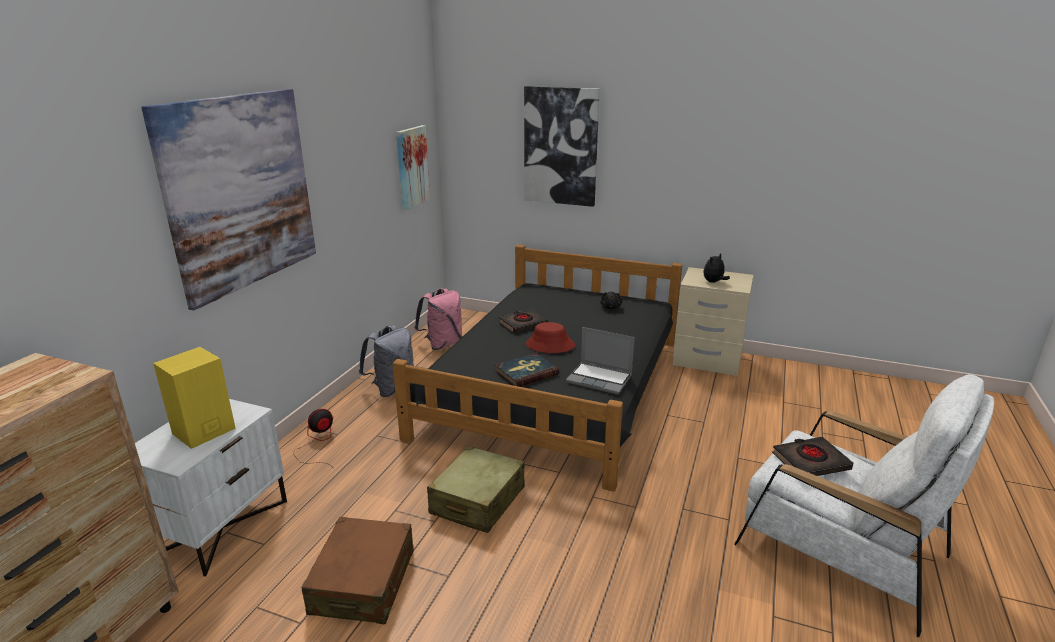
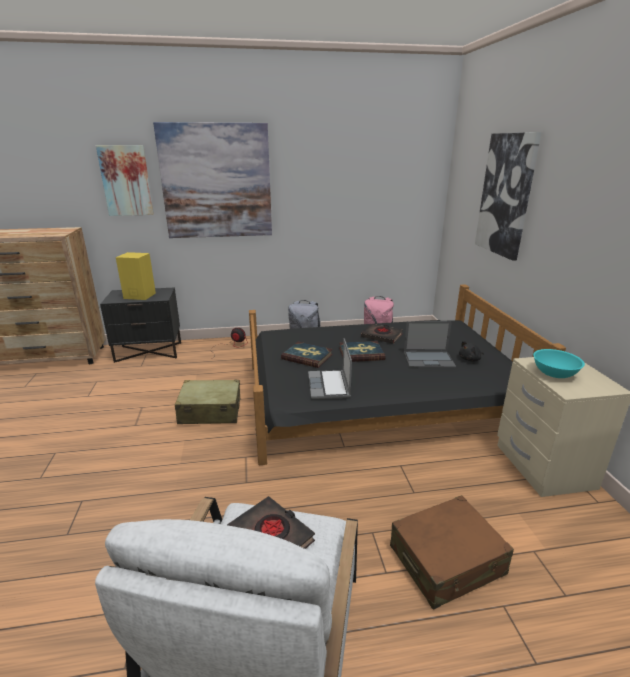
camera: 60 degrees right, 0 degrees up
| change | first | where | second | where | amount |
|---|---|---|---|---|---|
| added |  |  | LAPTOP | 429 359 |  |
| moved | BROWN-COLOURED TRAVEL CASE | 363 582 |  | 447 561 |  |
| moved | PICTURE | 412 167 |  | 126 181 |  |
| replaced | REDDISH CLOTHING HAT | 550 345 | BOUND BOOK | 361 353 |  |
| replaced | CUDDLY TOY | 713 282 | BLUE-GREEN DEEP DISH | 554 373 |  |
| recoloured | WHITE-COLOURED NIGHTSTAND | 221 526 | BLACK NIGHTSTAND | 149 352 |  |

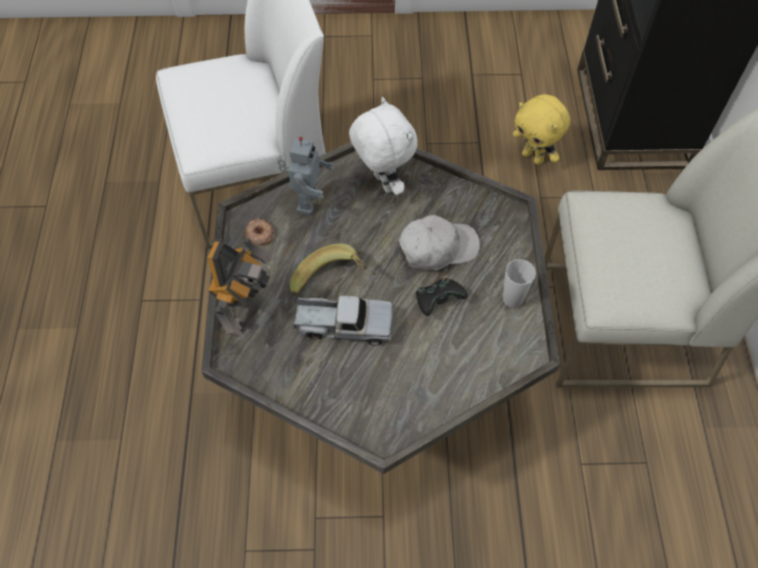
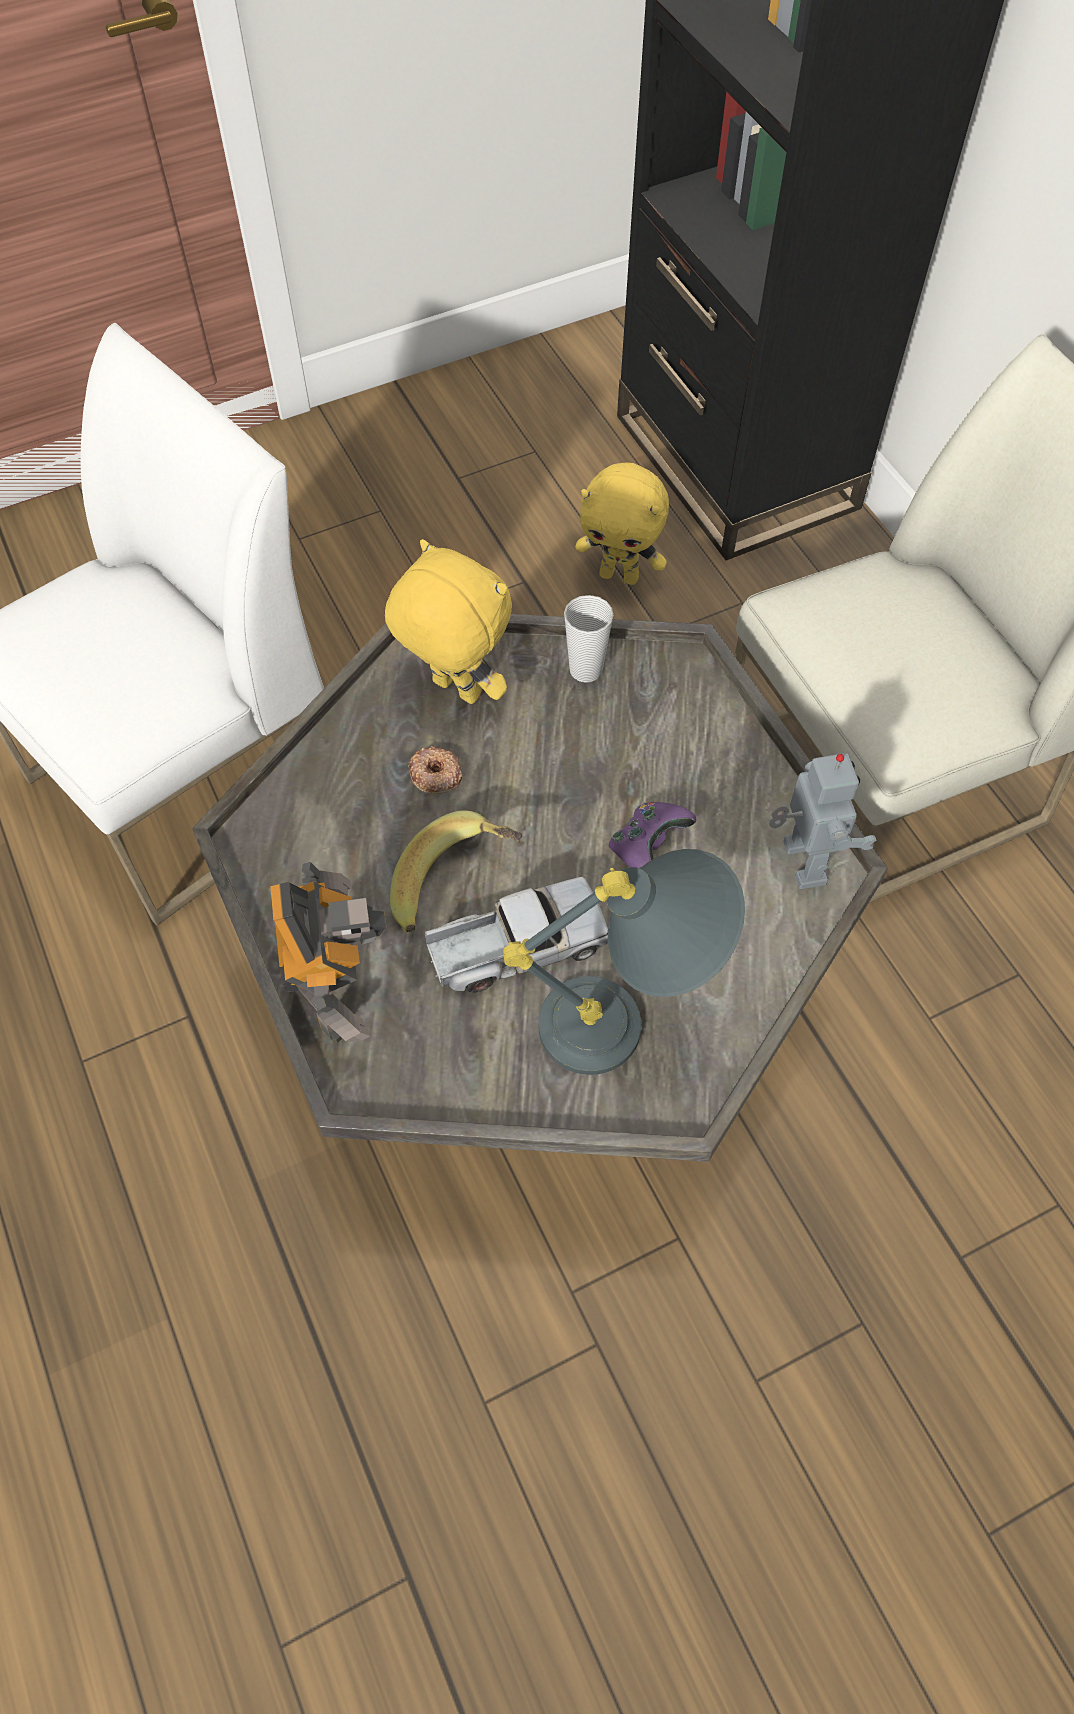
camera: 25 degrees left, 0 degrees up
| change | first | where | second | where | amount |
|---|---|---|---|---|---|
| removed | WHITE-COLOURED PEAKED CAP | 437 248 |  |  |  |
| added |  |  | GRAY TABLETOP LAMP | 628 1023 |  |
| moved | DOUGHNUT | 259 234 |  | 435 774 |  |
| moved | ROBOT FIGURE | 306 202 |  | 800 863 |  |
| moved | DRINKING CUP | 512 299 |  | 585 670 |  |
| recoloured | WHITE-COLOURED CUDDLY TOY | 382 183 | YELLOW-COLOURED CUDDLY TOY | 454 691 |  |
| recoloured | BLACK GAMEPAD | 438 301 | PURPLE-COLOURED GAMEPAD | 647 846 |  |

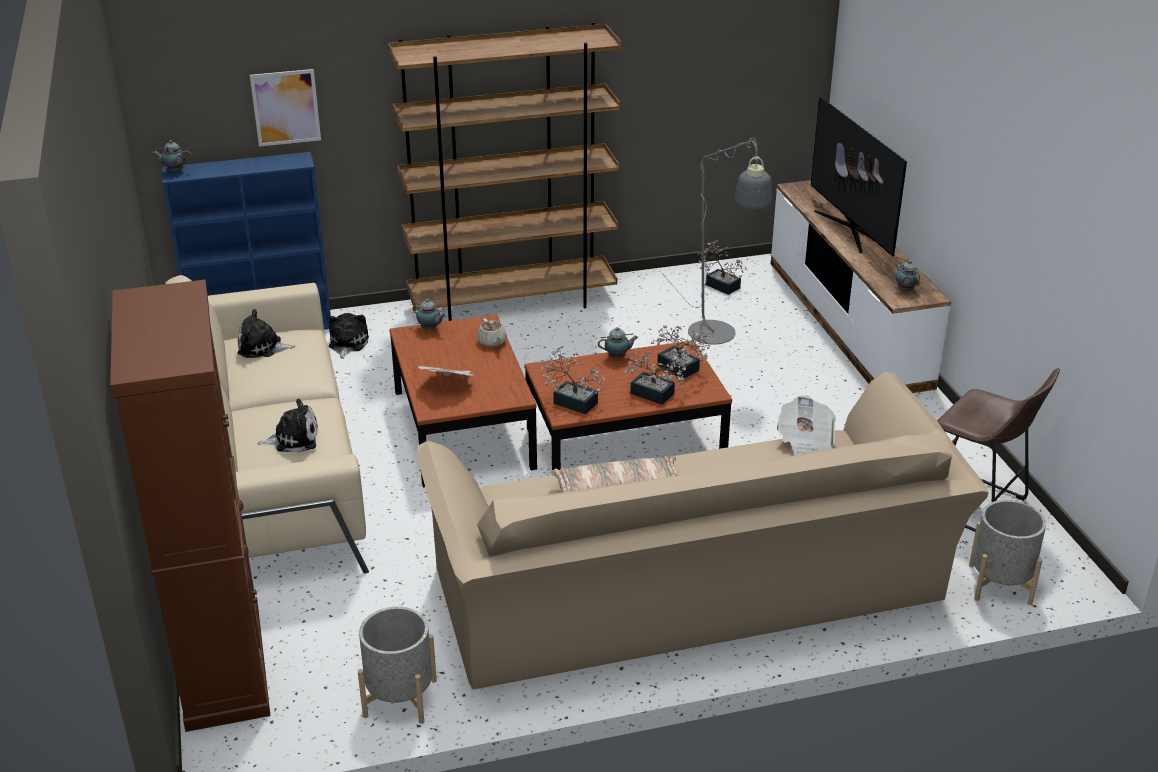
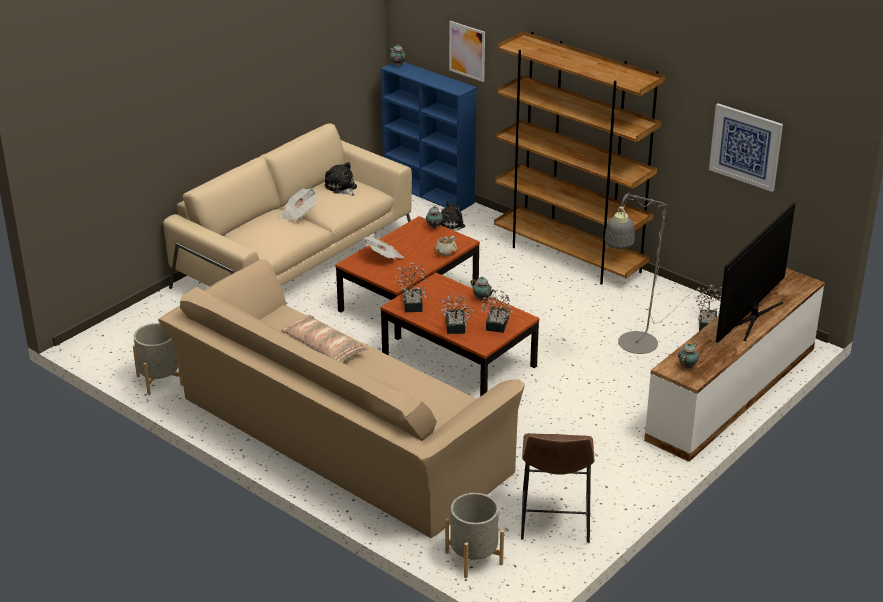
camera: 55 degrees right, 0 degrees up
| change | first | where | second | where | amount |
|---|---|---|---|---|---|
| removed | BROWN-COLOURED STORAGE CABINET | 223 665 |  |  |  |
| removed | CUDDLY TOY | 293 439 |  |  |  |
| added |  |  | PICTURE | 745 146 |  |
| moved | DAILY PAPER | 805 442 |  | 298 214 |  |

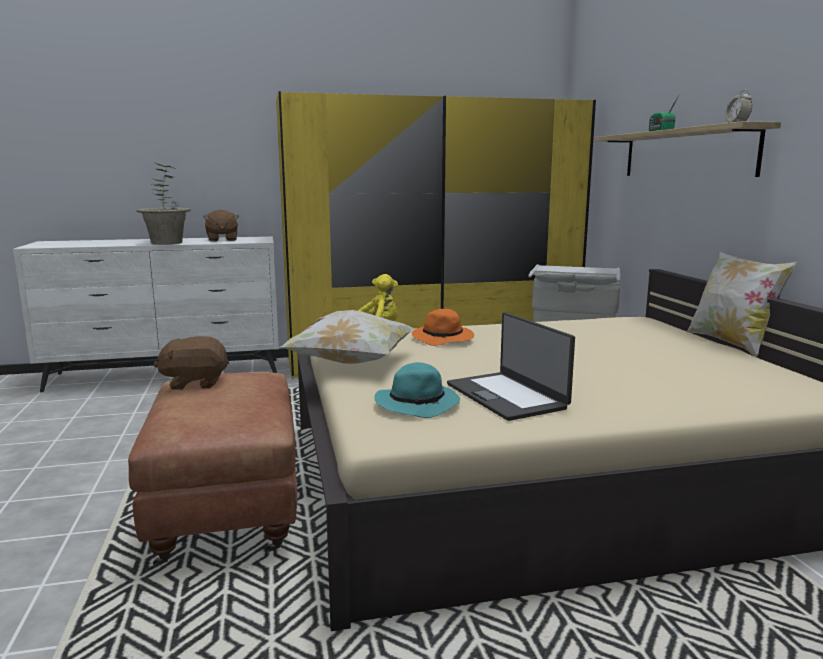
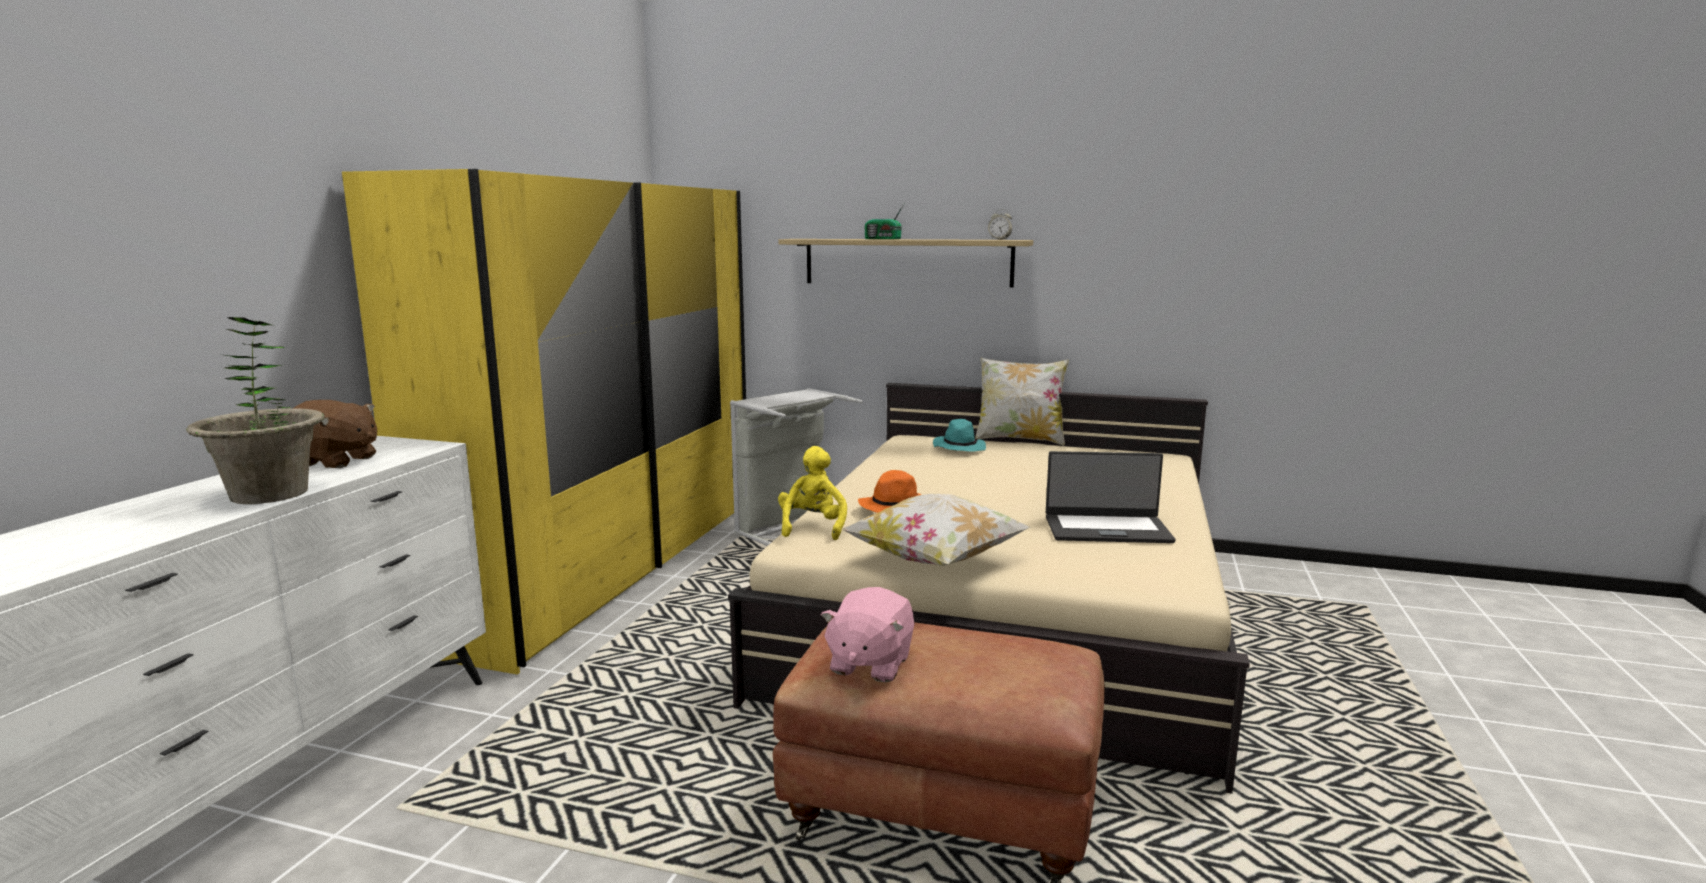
camera: 60 degrees left, 0 degrees up
| change | first | where | second | where | amount |
|---|---|---|---|---|---|
| moved | BLUE-GREEN CLOTHING HAT | 418 404 |  | 959 448 |  |
| recoloured | BROWN-COLOURED CUDDLY TOY | 195 383 | PINK CUDDLY TOY | 869 664 |  |

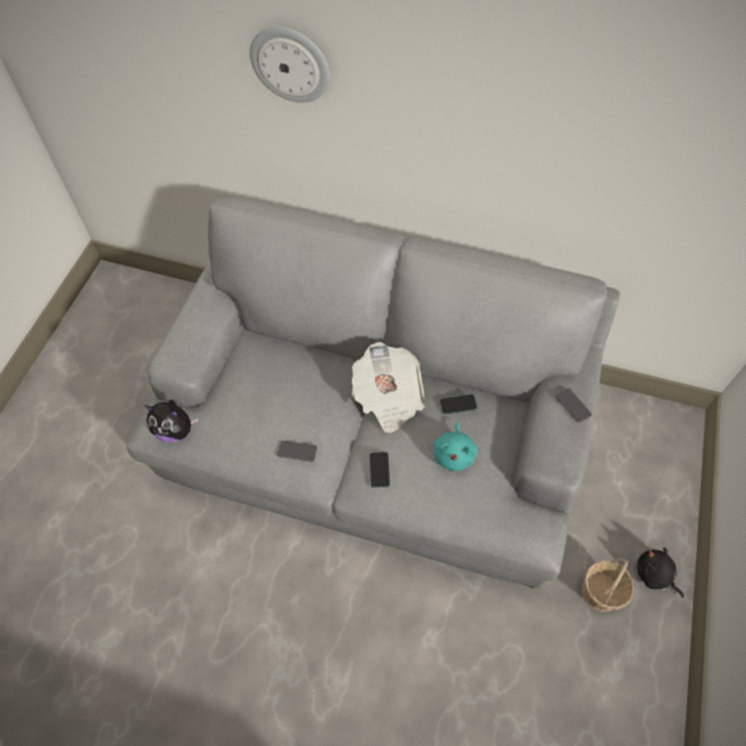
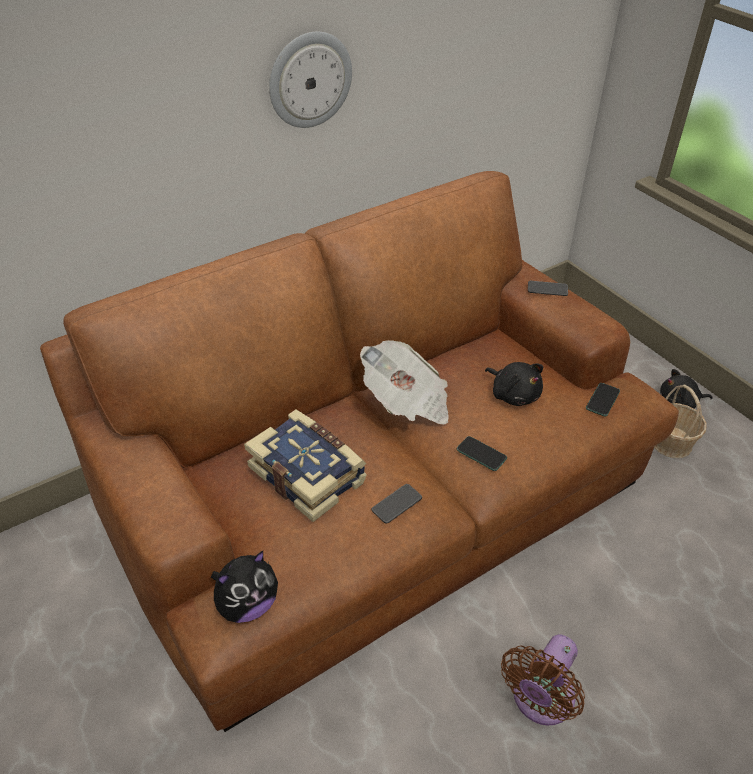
camera: 50 degrees left, 15 degrees down
| change | first | where | second | where | amount |
|---|---|---|---|---|---|
| added |  |  | BOUND BOOK | 309 474 |  |
| added |  |  | BROWN-COLOURED COOLING FAN | 540 700 |  |
| moved | HANGING CLOCK | 290 64 |  | 309 80 |  |
| moved | PHONE | 458 405 |  | 602 400 |  |
| recoloured | GRAY SOFA | 373 433 | BROWN-COLOURED SOFA | 375 493 |  |
| recoloured | BLUE-GREEN CUDDLY TOY | 454 454 | BLACK CUDDLY TOY | 513 394 |  |

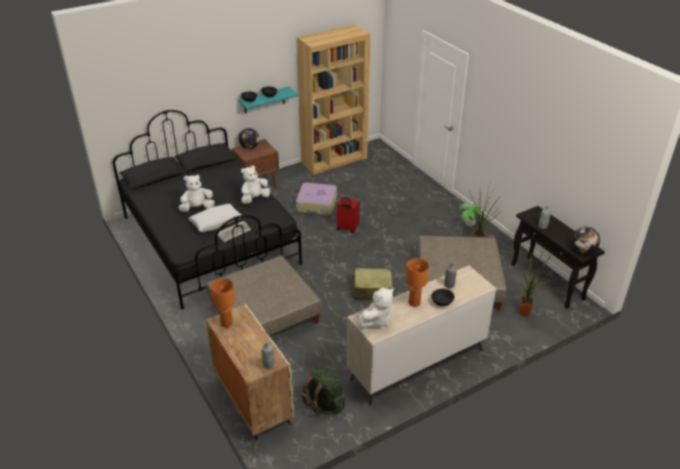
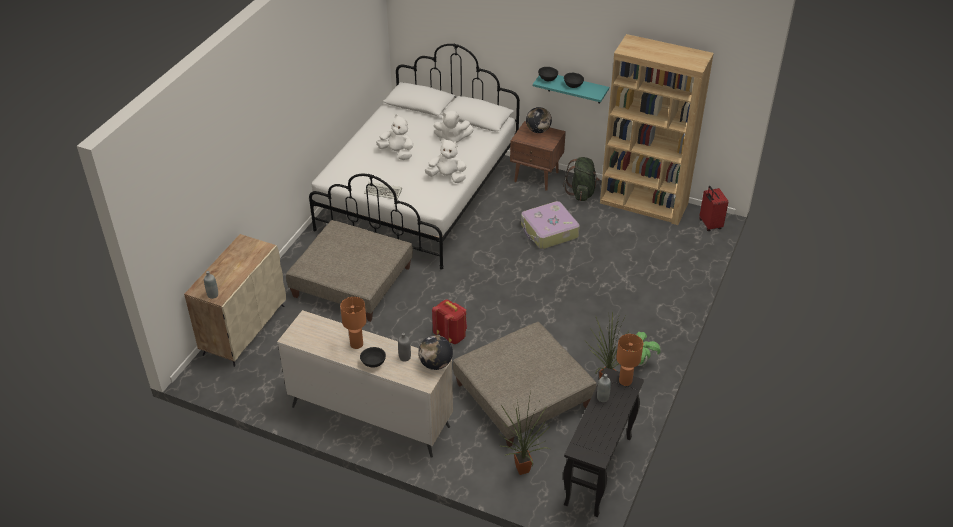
camera: 55 degrees right, 5 degrees up
| change | first | where | second | where | amount |
|---|---|---|---|---|---|
| removed | WHITE-COLOURED PILLOW | 216 222 |  |  |  |
| moved | ORANGE-COLOURED TABLETOP LAMP | 226 323 |  | 625 381 |  |
| moved | GREENISH RUCKSACK | 324 402 |  | 581 192 |  |
| moved | REDDISH TRAVEL CASE | 347 228 |  | 709 224 |  |
| moved | WHITE-COLOURED CUDDLY TOY | 376 320 |  | 452 139 |  |
| moved | DESK GLOBE | 582 250 |  | 435 364 |  |
| replaced | BEIGE-COLOURED TRAVEL CASE | 372 289 | REDDISH RUCKSACK | 451 336 |  |
| recoloured | BLACK BED | 210 240 | WHITE-COLOURED BED | 419 195 |  |

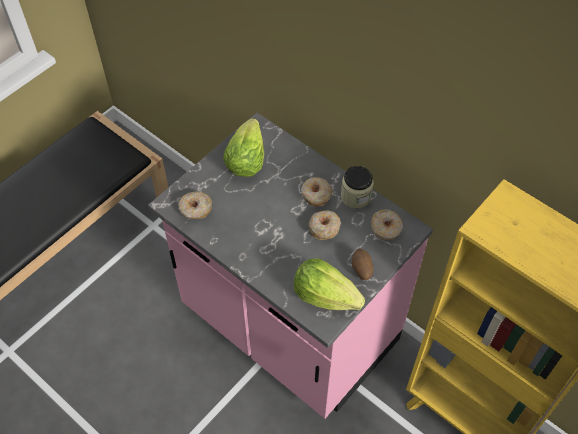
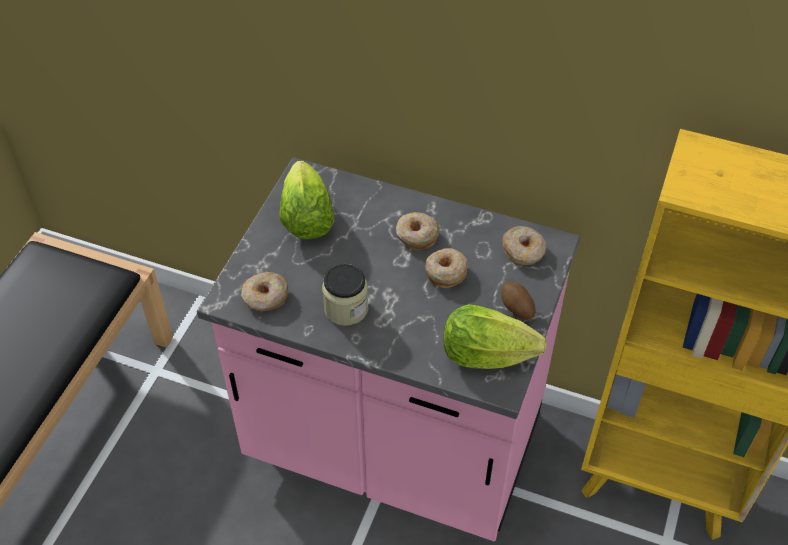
camera: 20 degrees left, 5 degrees down
| change | first | where | second | where | amount |
|---|---|---|---|---|---|
| moved | JAR | 356 196 |  | 346 308 |  |

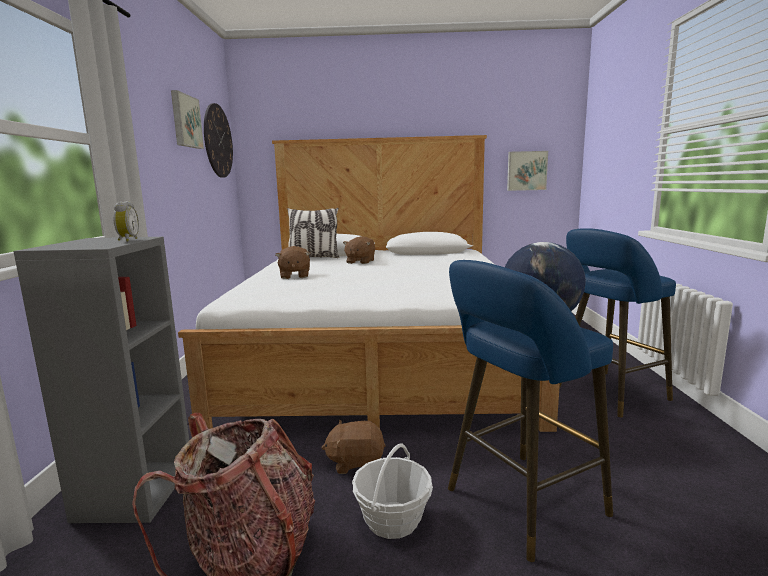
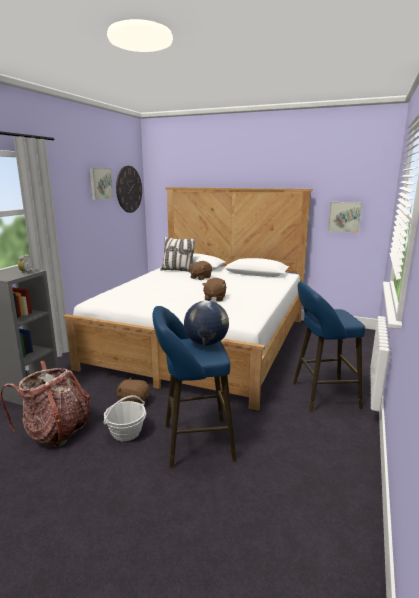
camera: 20 degrees right, 5 degrees up
| change | first | where | second | where | amount |
|---|---|---|---|---|---|
| moved | BROWN-COLOURED CUDDLY TOY | 294 276 |  | 214 298 |  |

